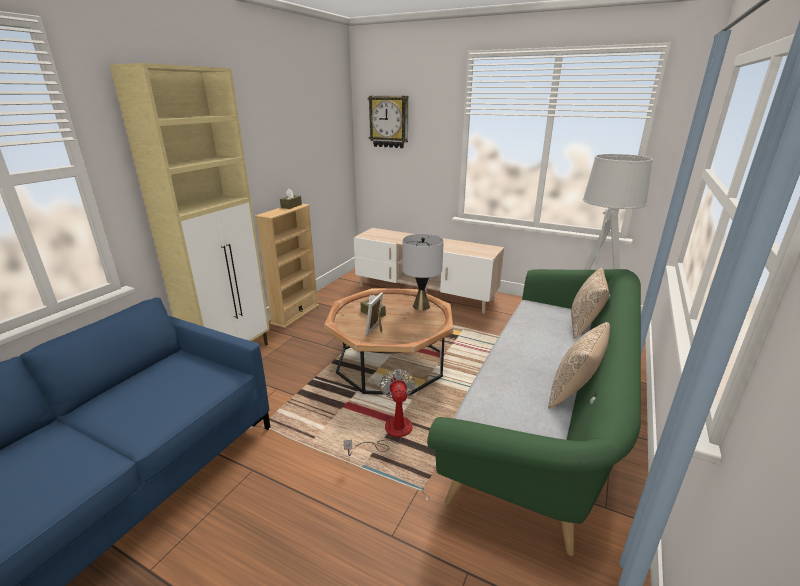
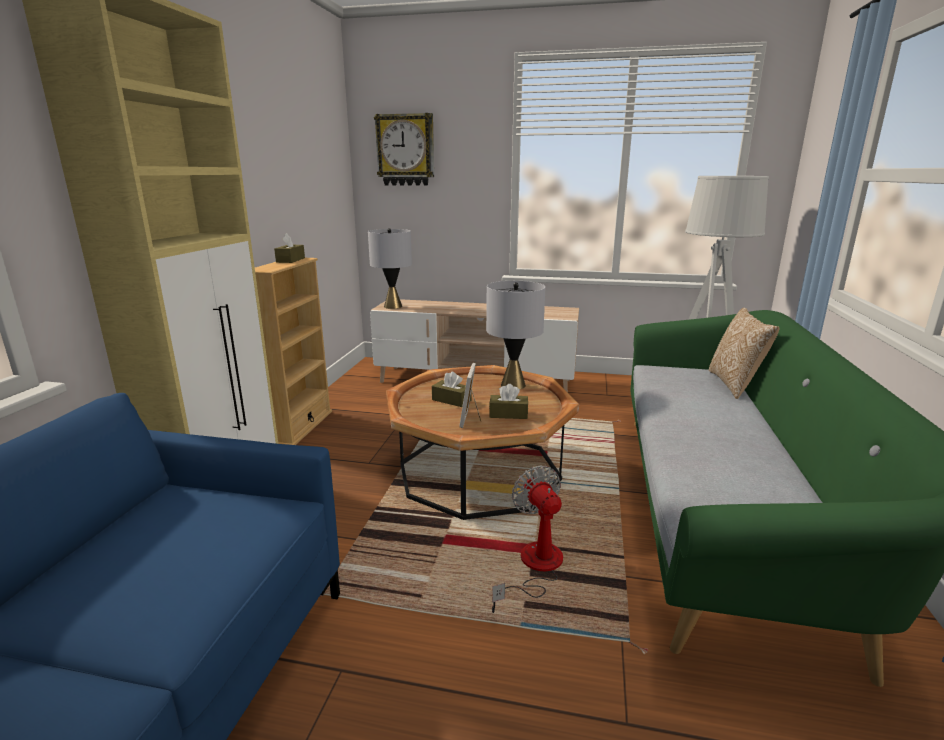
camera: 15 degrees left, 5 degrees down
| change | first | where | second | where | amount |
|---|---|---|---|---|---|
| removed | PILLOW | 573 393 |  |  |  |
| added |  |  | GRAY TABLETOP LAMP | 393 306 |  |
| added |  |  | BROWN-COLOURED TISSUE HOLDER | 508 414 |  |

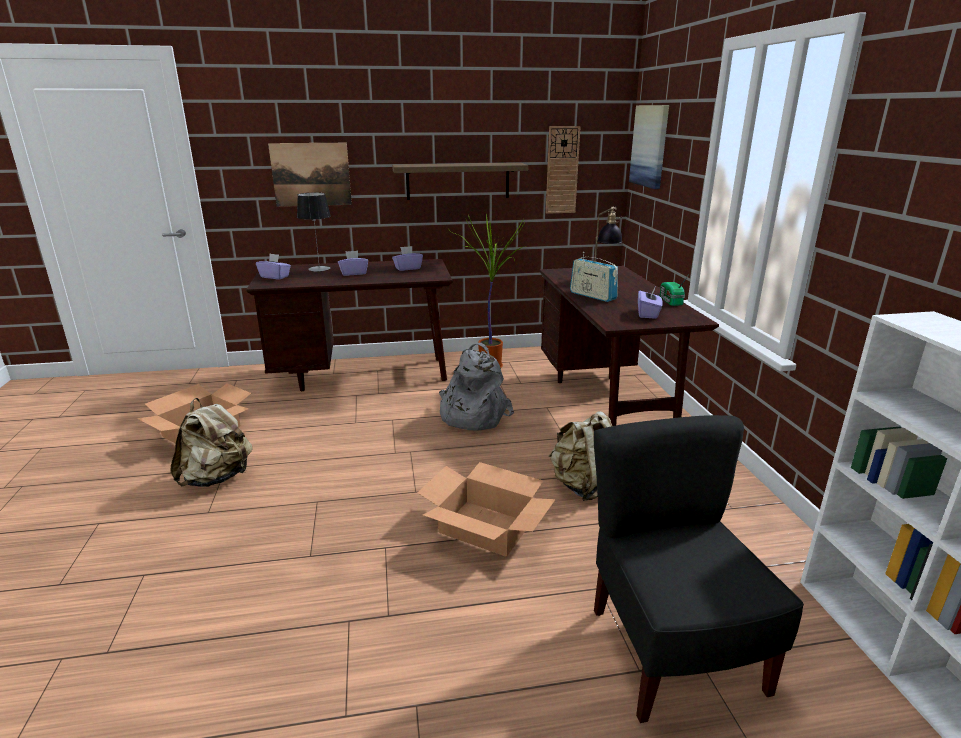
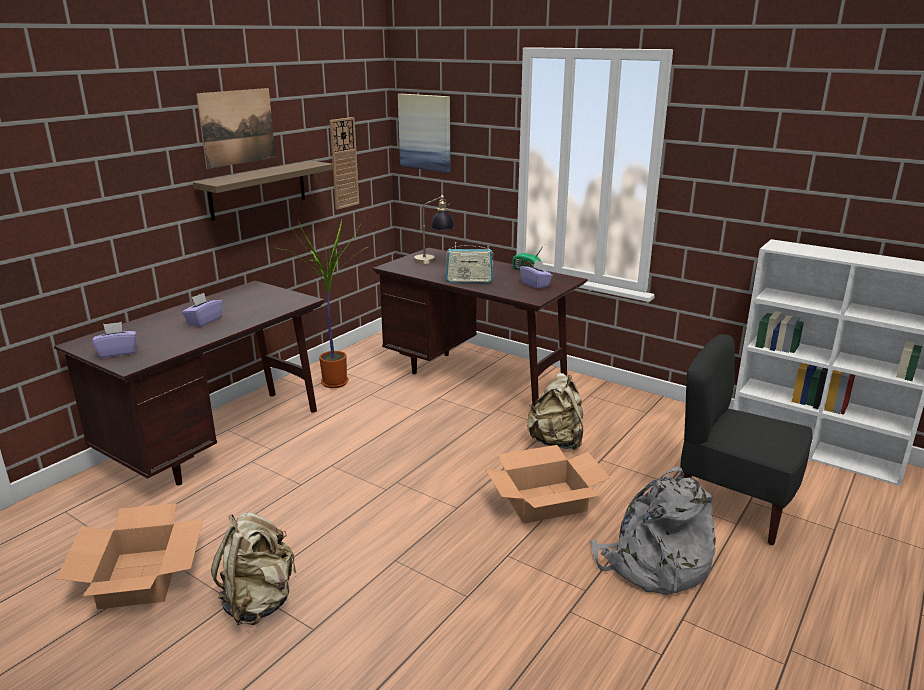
camera: 45 degrees left, 0 degrees up
| change | first | where | second | where | amount |
|---|---|---|---|---|---|
| removed | TABLETOP LAMP | 319 269 |  |  |  |
| removed | PURPLE-COLOURED TISSUE HOLDER | 407 268 |  |  |  |
| moved | PICTURE | 311 174 |  | 237 127 |  |
| moved | GRAY RUCKSACK | 471 415 |  | 653 564 |  |

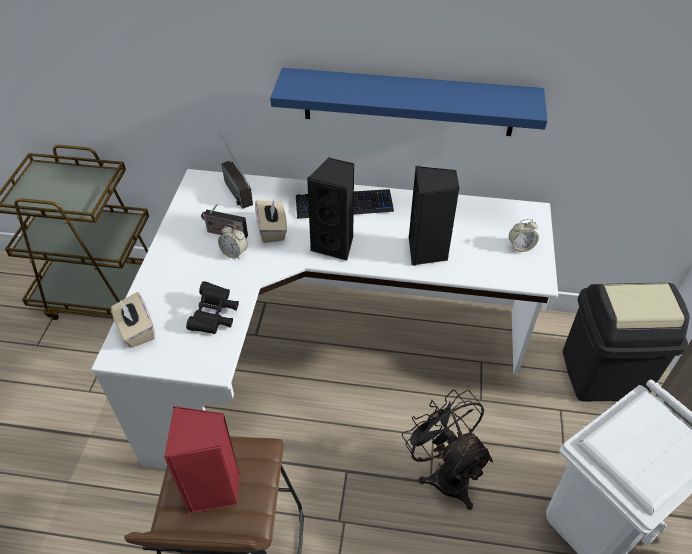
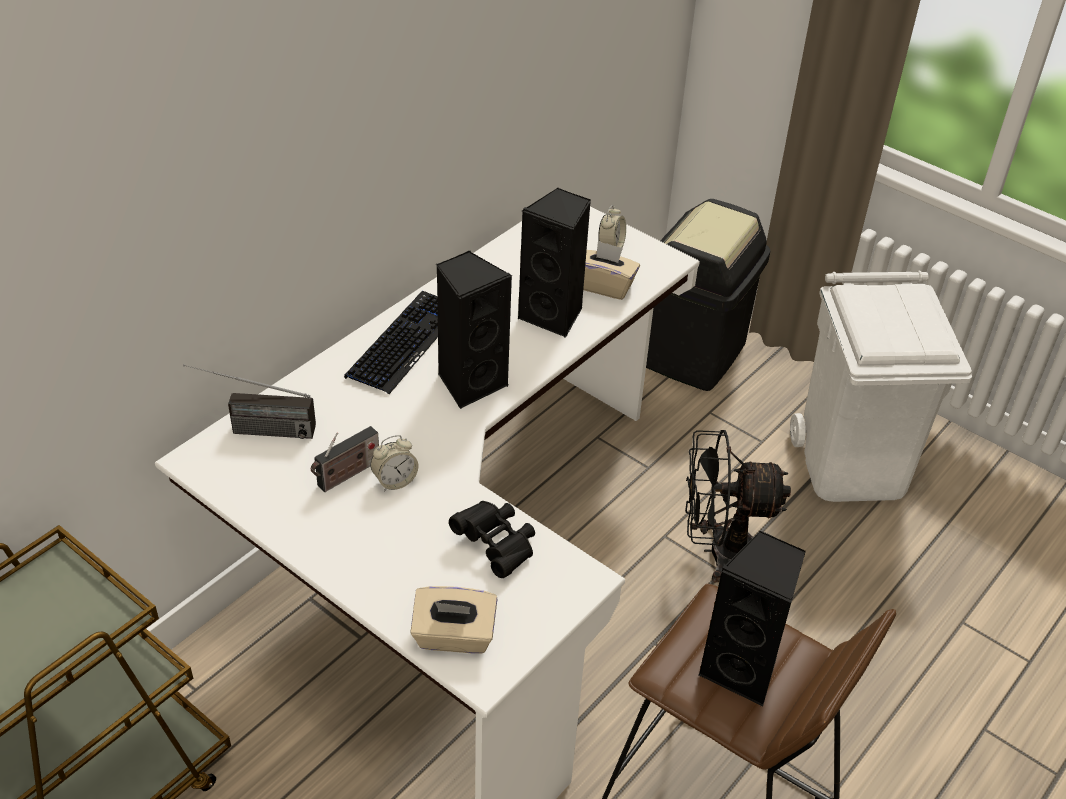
camera: 60 degrees left, 5 degrees down
| change | first | where | second | where | amount |
|---|---|---|---|---|---|
| removed | BLUISH BRACKET SHELF | 408 102 |  |  |  |
| moved | BEIGE-COLOURED TISSUE HOLDER | 272 230 |  | 604 286 |  |
| recoloured | REDDISH LOUDSPEAKER | 214 489 | BLACK LOUDSPEAKER | 743 669 |  |

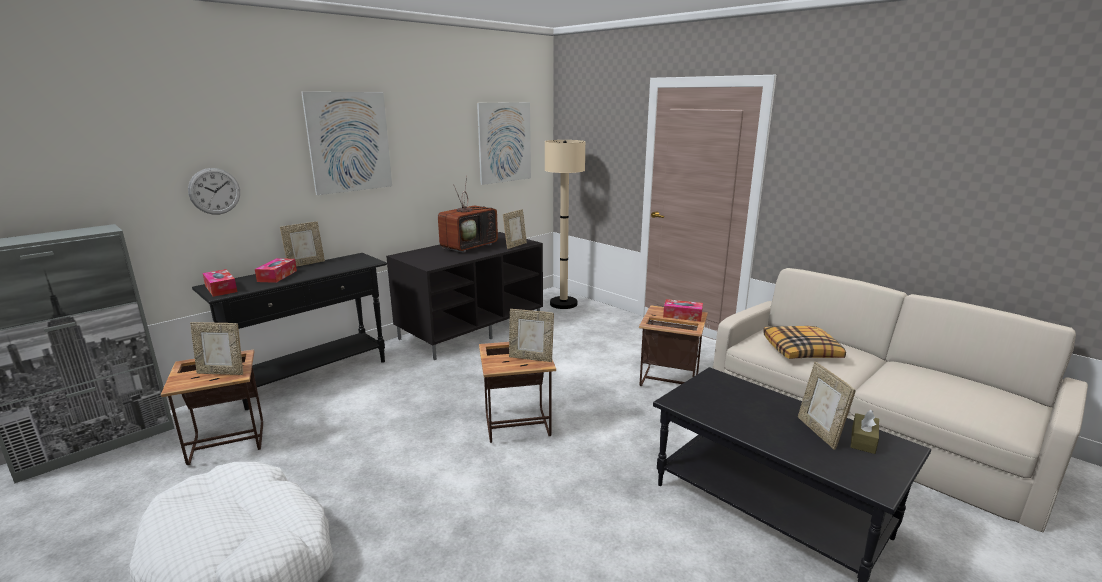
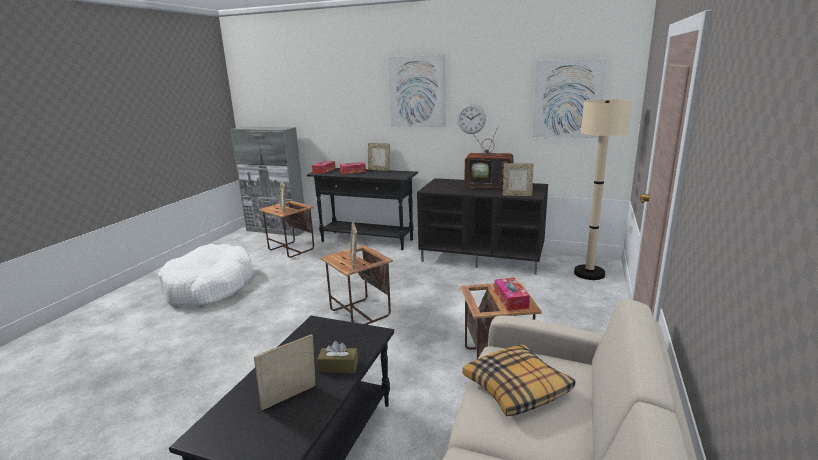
camera: 65 degrees right, 0 degrees up
| change | first | where | second | where | amount |
|---|---|---|---|---|---|
| moved | HANGING CLOCK | 214 191 |  | 471 119 |  |
| moved | BROWN-COLOURED TISSUE HOLDER | 863 440 |  | 338 367 |  |

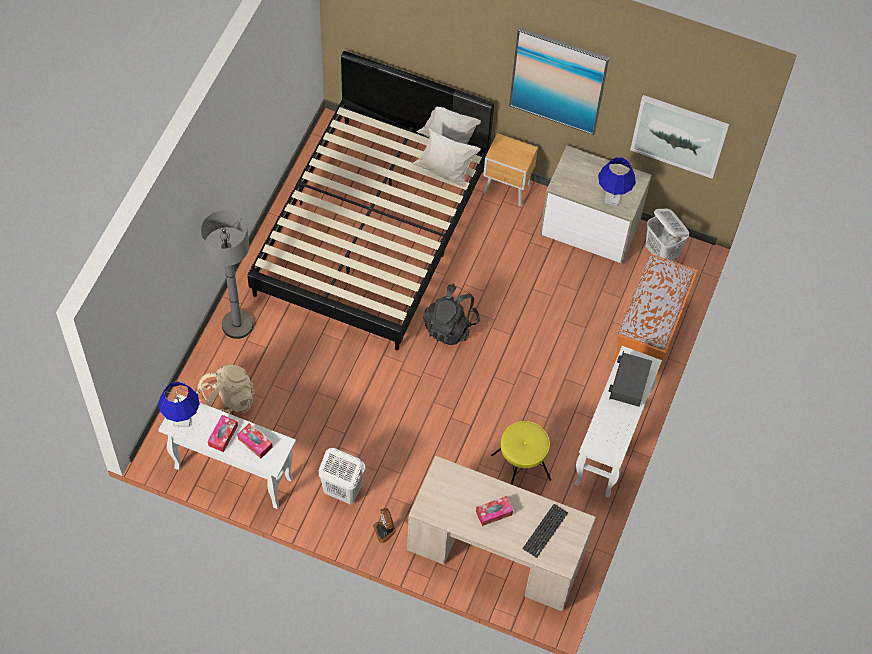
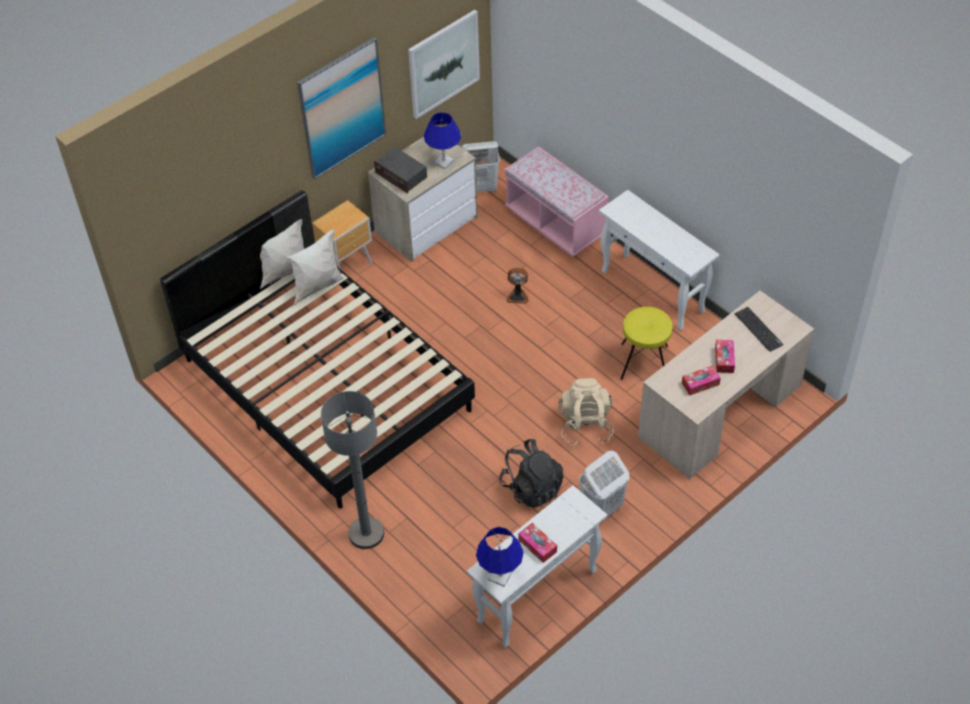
camera: 60 degrees left, 10 degrees down
| change | first | where | second | where | amount |
|---|---|---|---|---|---|
| moved | BEIGE-COLOURED RUCKSACK | 227 402 |  | 585 426 |  |
| moved | TISSUE HOLDER | 255 443 |  | 700 384 |  |
| moved | COOLING FAN | 385 531 |  | 517 296 |  |
| moved | BLACK RUCKSACK | 450 326 |  | 531 487 |  |
| moved | RADIO SET | 629 383 |  | 401 175 |  |
| recoloured | ORANGE-COLOURED LONG SEAT | 650 332 | PINK LONG SEAT | 555 223 |  |

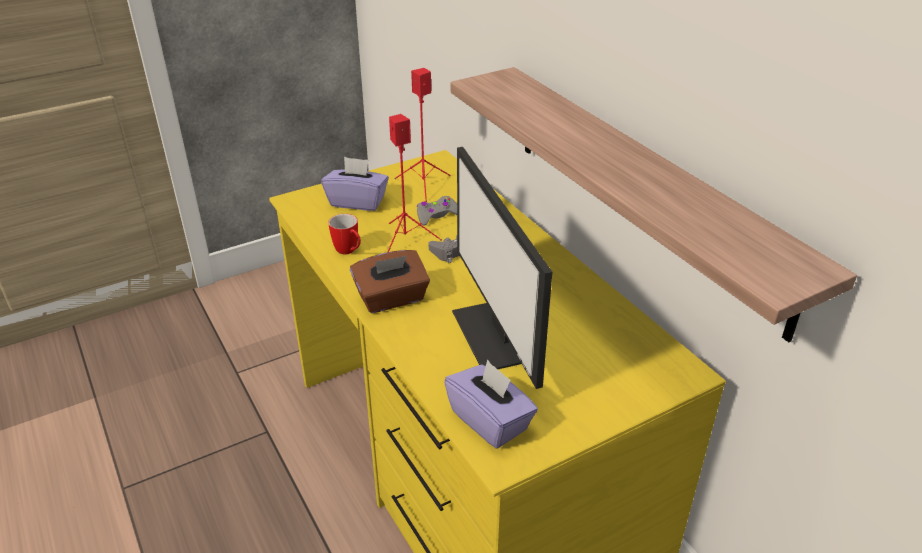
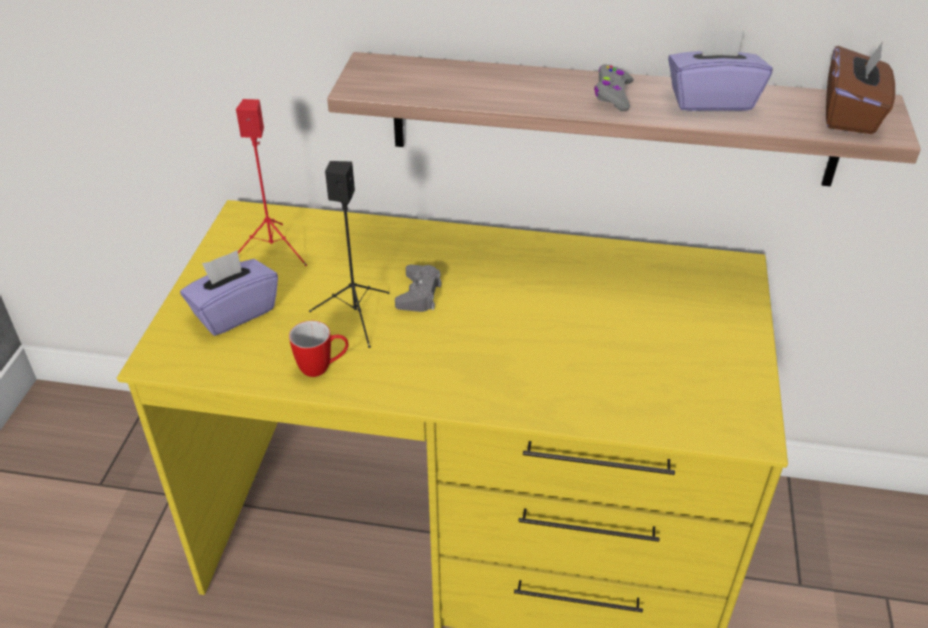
camera: 50 degrees left, 5 degrees up
| change | first | where | second | where | amount |
|---|---|---|---|---|---|
| removed | COMPUTER DISPLAY | 497 335 |  |  |  |
| moved | BROWN-COLOURED TISSUE HOLDER | 391 298 |  | 851 114 |  |
| moved | GRAY GAMEPAD | 437 215 |  | 612 95 |  |
| moved | PURPLE-COLOURED TISSUE HOLDER | 490 421 |  | 711 100 |  |
| recoloured | REDDISH LOUDSPEAKER | 406 240 | BLACK LOUDSPEAKER | 356 315 |  |

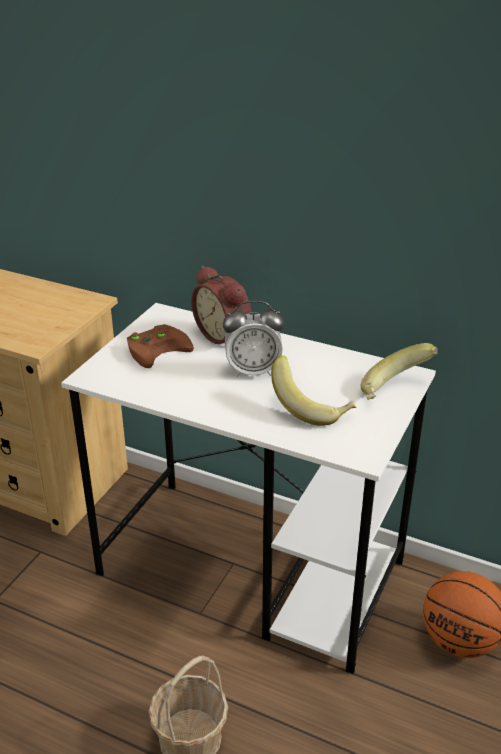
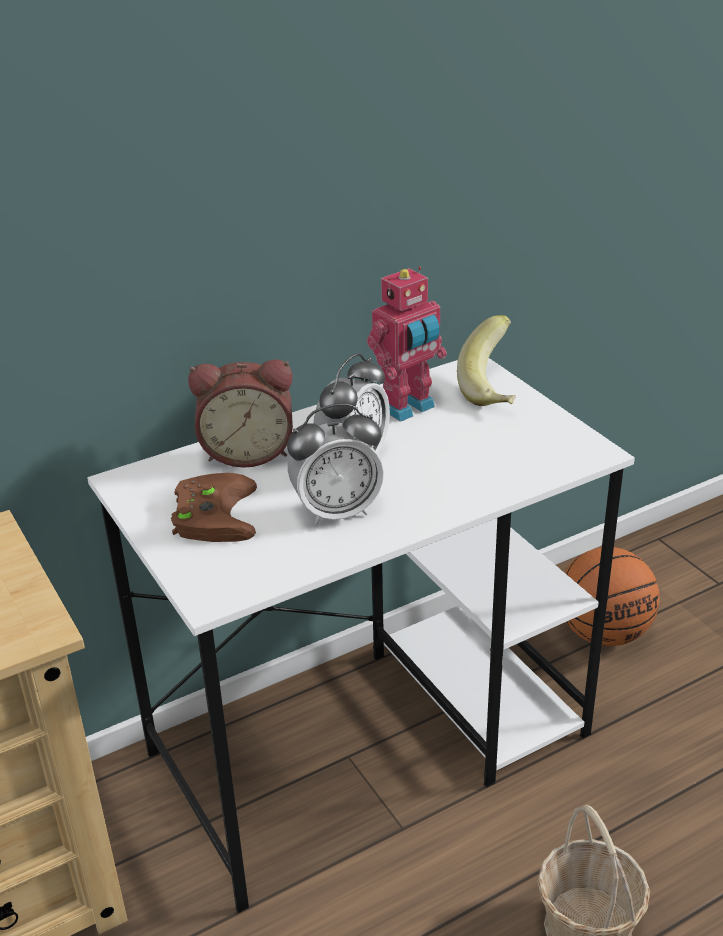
camera: 55 degrees left, 0 degrees up
| change | first | where | second | where | amount |
|---|---|---|---|---|---|
| removed | BANANA FRUIT | 312 408 |  |  |  |
| added |  |  | ALARM CLOCK | 337 511 |  |
| added |  |  | ROBOT FIGURE | 407 408 |  |

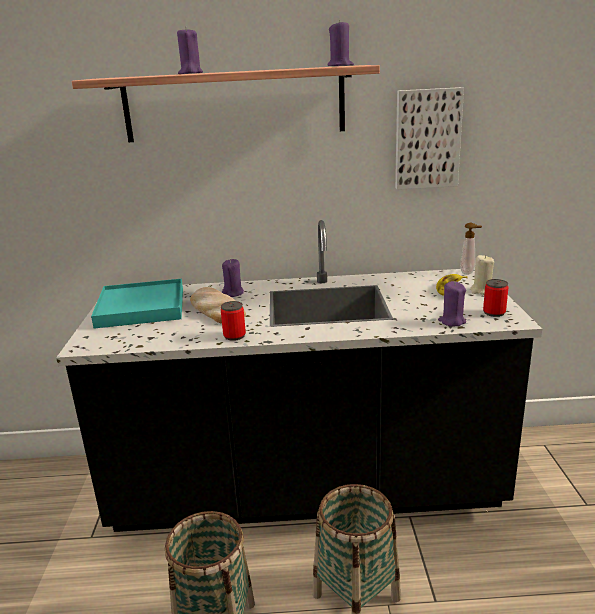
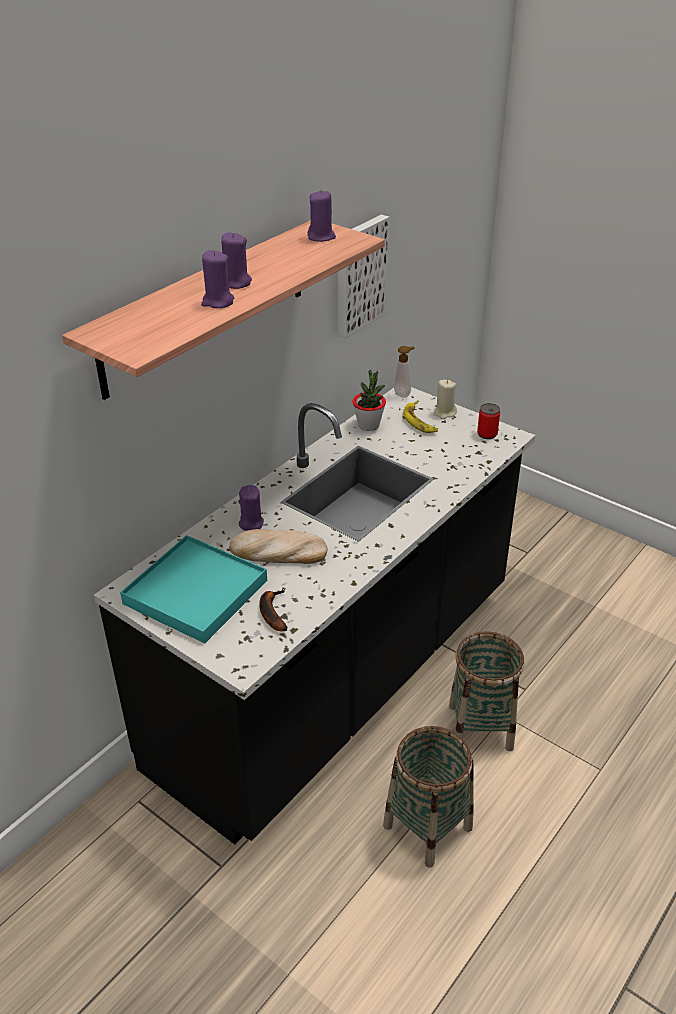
camera: 50 degrees left, 15 degrees up
| change | first | where | second | where | amount |
|---|---|---|---|---|---|
| removed | METAL CAN | 234 336 |  |  |  |
| added |  |  | BANANA FRUIT | 271 612 |  |
| added |  |  | PLANT IN A POT | 368 425 |  |
| moved | PURPLE-COLOURED CANDLE | 452 321 |  | 235 283 |  |

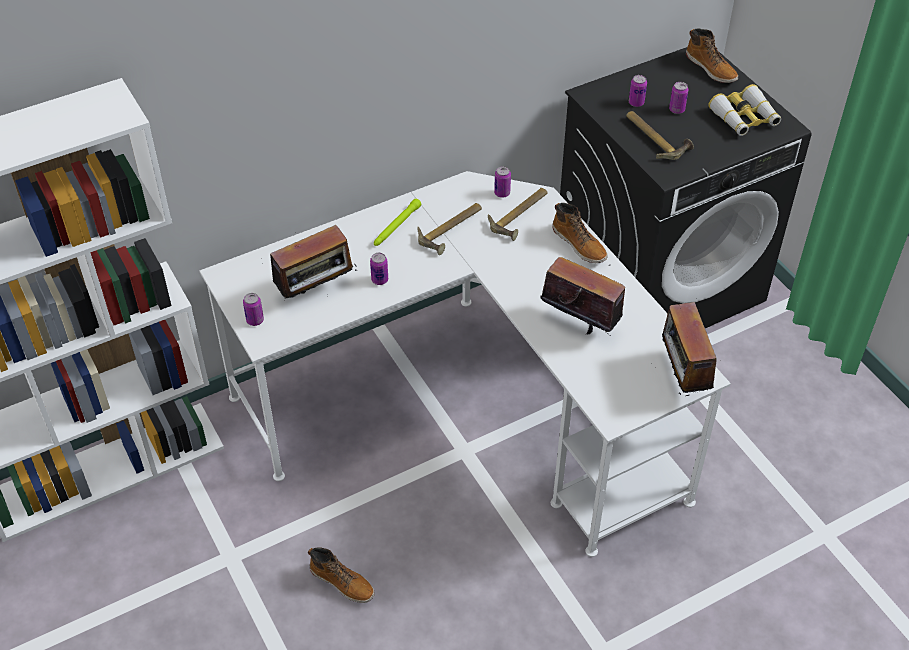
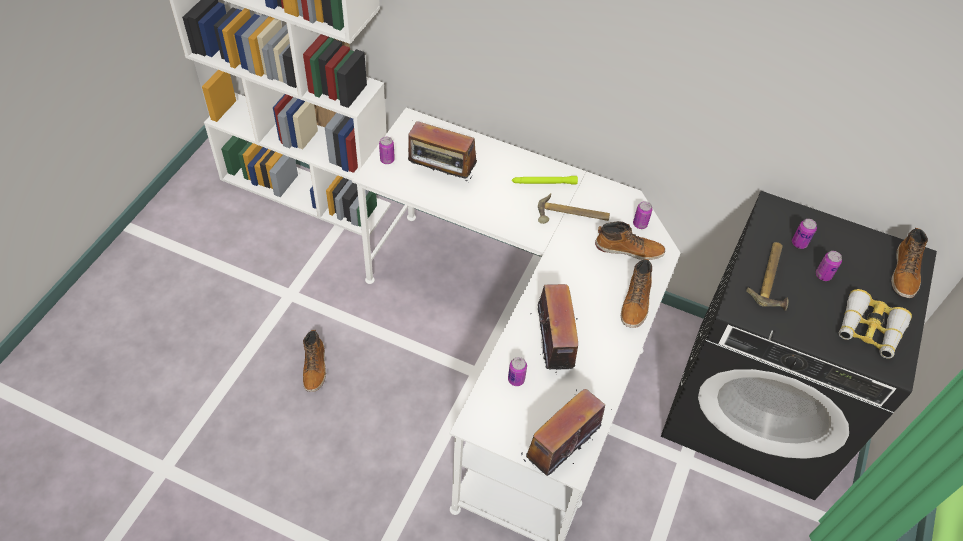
camera: 50 degrees right, 5 degrees up
| change | first | where | second | where | amount |
|---|---|---|---|---|---|
| moved | METAL CAN | 379 280 |  | 516 379 |  |
| replaced | TOOL HAMMER | 521 216 | TALL BOOT | 628 249 |  |

